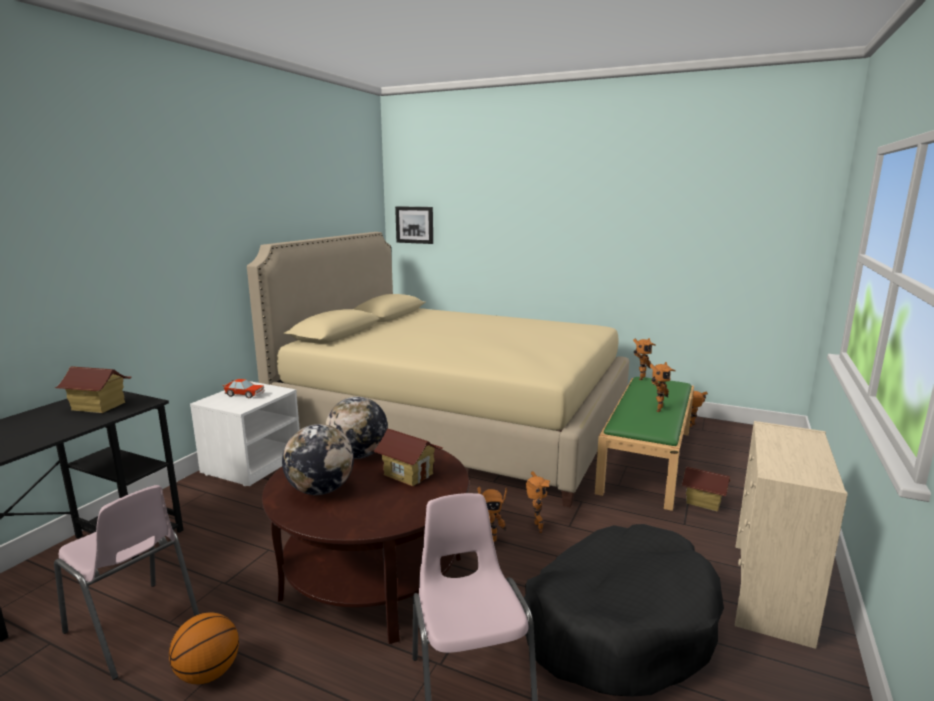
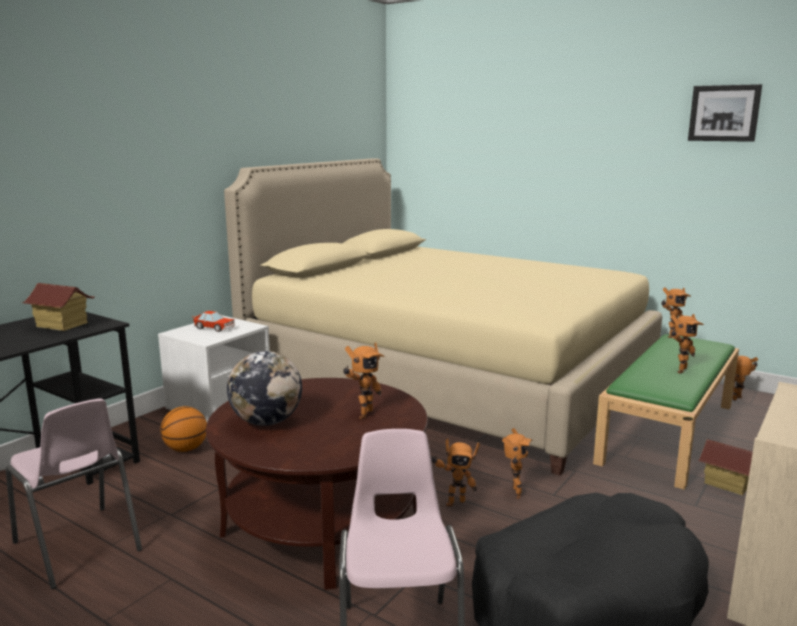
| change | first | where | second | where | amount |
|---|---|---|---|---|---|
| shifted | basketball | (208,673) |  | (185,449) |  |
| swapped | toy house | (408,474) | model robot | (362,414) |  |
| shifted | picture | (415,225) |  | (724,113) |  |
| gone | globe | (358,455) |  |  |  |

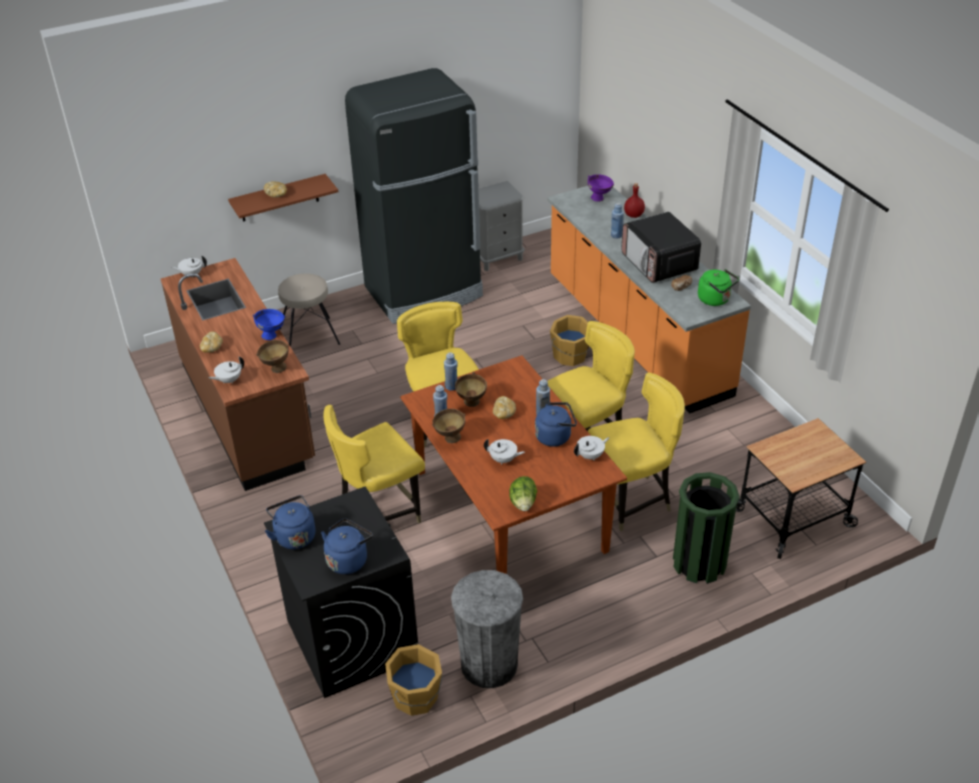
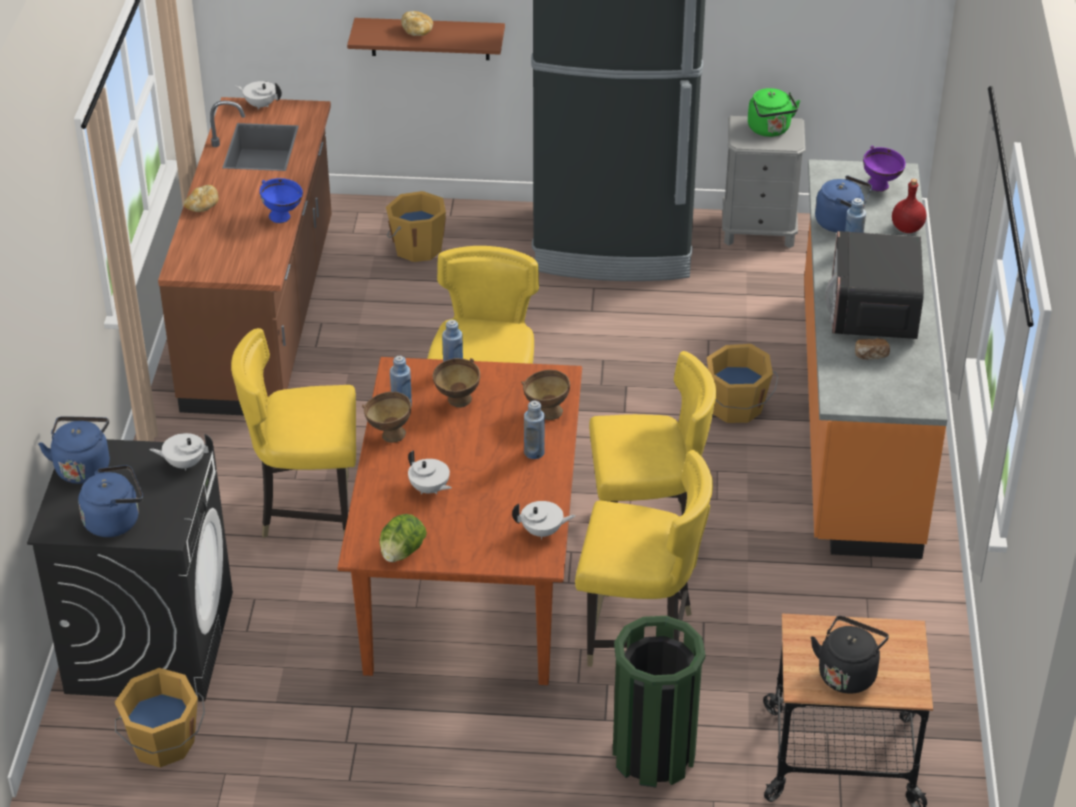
| change | first | where | second | where | amount |
|---|---|---|---|---|---|
| shifted | tea pot in white | (229,380) |  | (184,463) |  |
| swapped | stool seat in beige-coloured | (309,336) | pail in orange | (417,247) |  |
| shifted | deep dish in brownish | (275,369) |  | (545,412) |  |
| shifted | kettle in greenish | (715,300) |  | (770,130) |  |
| new |  |  | kettle in black | (847,673) |  |
| shifted | kettle in blue-coloured | (555,436) |  | (841,223) |  |
| gone | rubbish bin in grey | (489,664) |  |  |  |
| gone | baked bread | (504,413) |  |  |  |

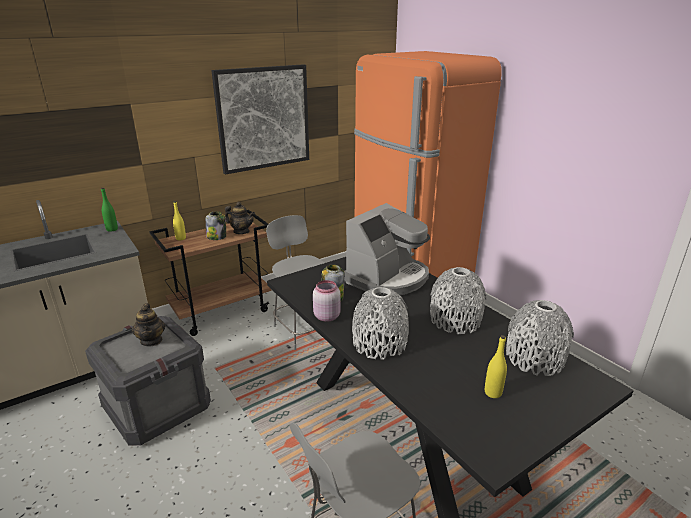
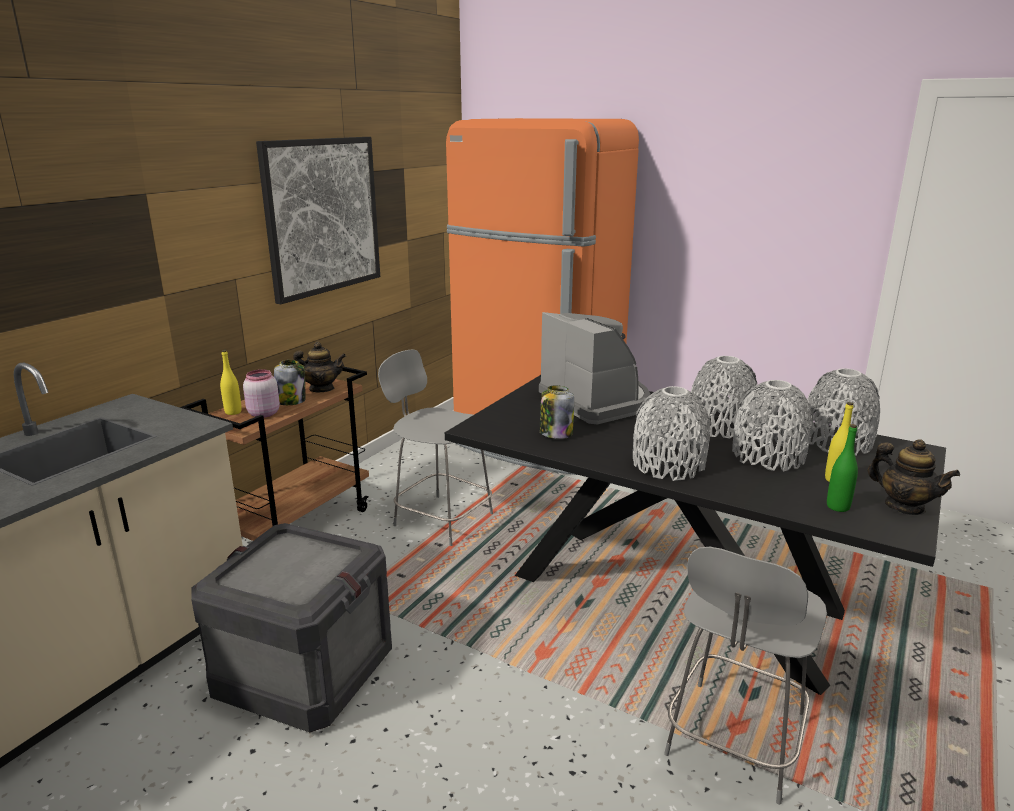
| change | first | where | second | where | amount |
|---|---|---|---|---|---|
| shifted | jar in pink | (326,316) |  | (263,413) |  |
| rotated | coffee brewer | (388,278) |  | (596,401) | 45 degrees counterclockwise |
| new |  |  | decorative vase in grey | (768,456) |  |
| shifted | bottle in greenish | (112,229) |  | (838,507) |  |
| shifted | tea pot | (151,340) |  | (904,507) |  |

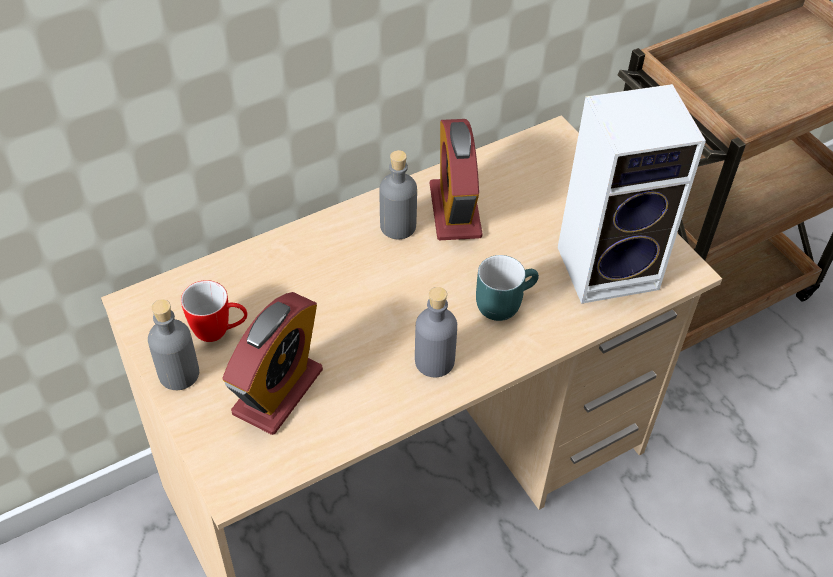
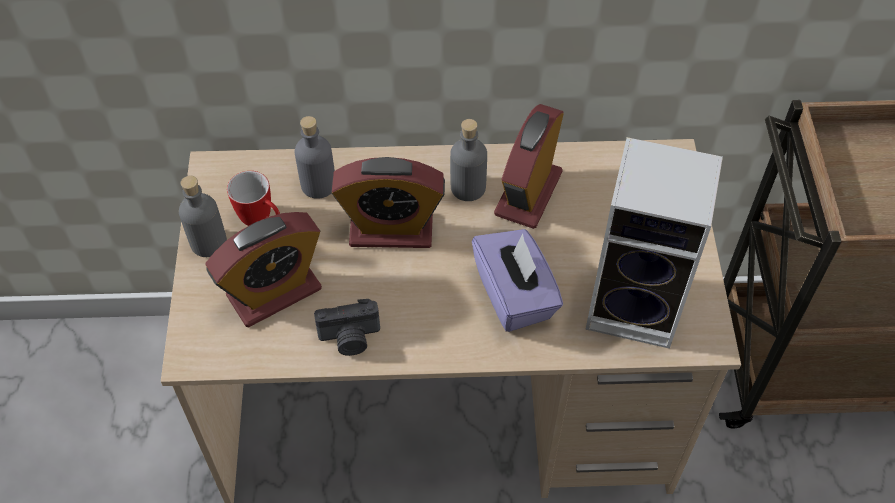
| change | first | where | second | where | amount |
|---|---|---|---|---|---|
| shifted | bottle in grey | (434,361) |  | (318,184) |  |
| new |  |  | still camera | (350,338) |  |
| new |  |  | table clock | (391,230) |  |
| swapped | coffee mug in turquoise | (502,300) | box of tissues in purple | (515,295) |  |

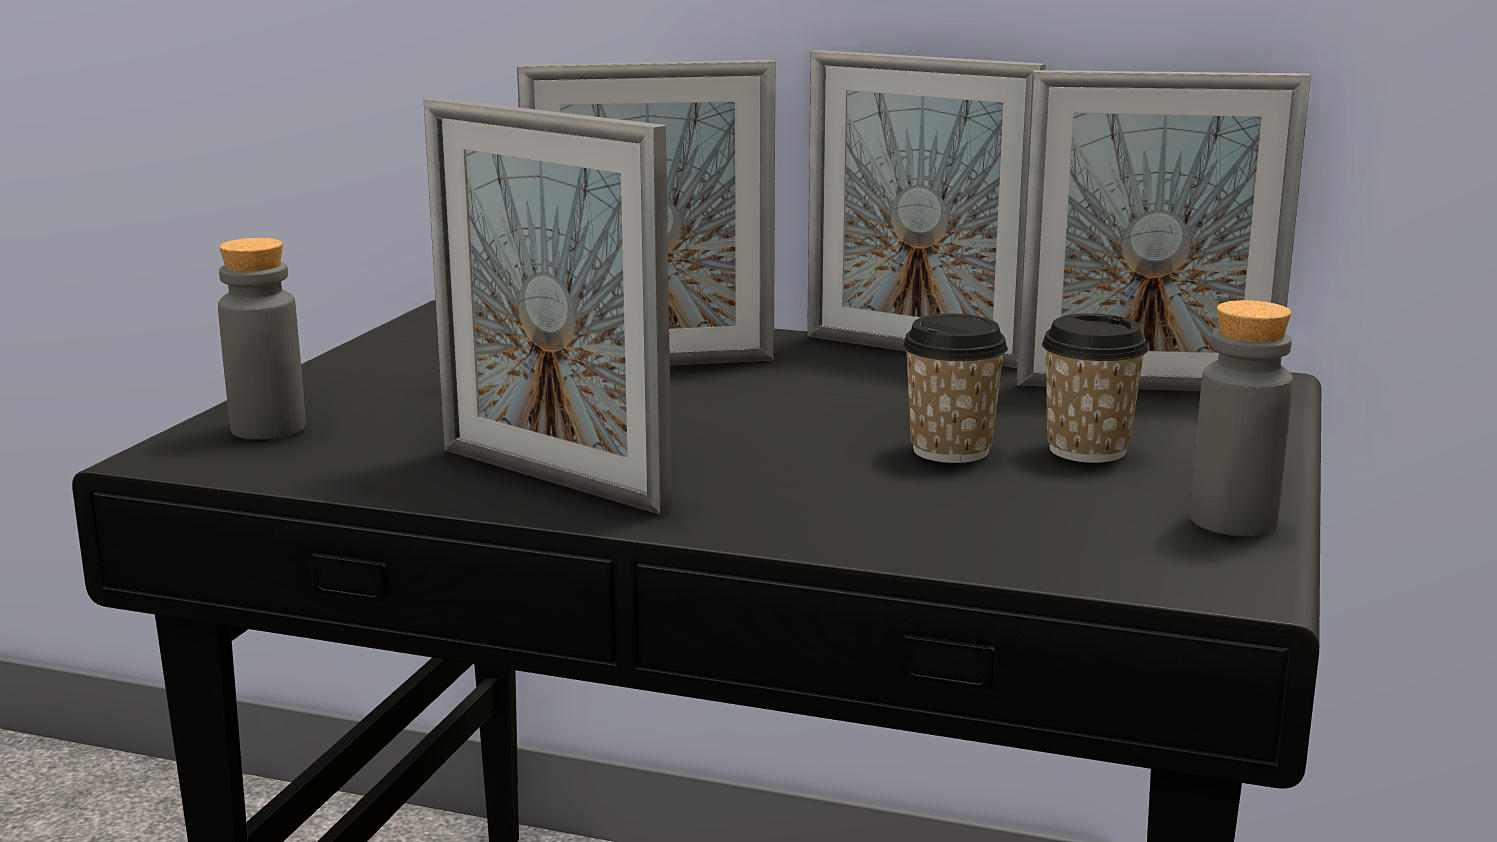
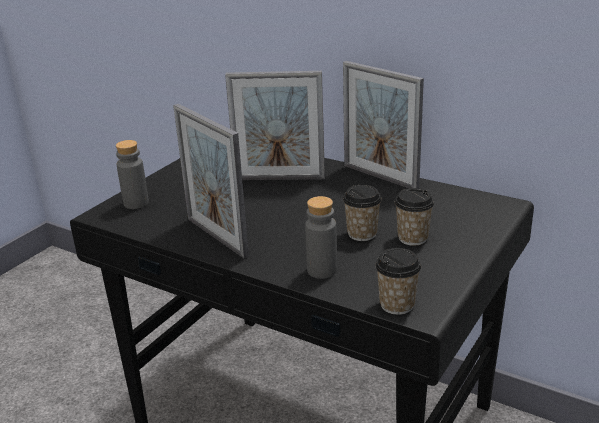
| change | first | where | second | where | amount |
|---|---|---|---|---|---|
| shifted | bottle in grey | (1233,521) |  | (322,270) |  |
| new |  |  | drinking cup | (397,305) |  |
| gone | photo frame | (1145,388) |  |  |  |

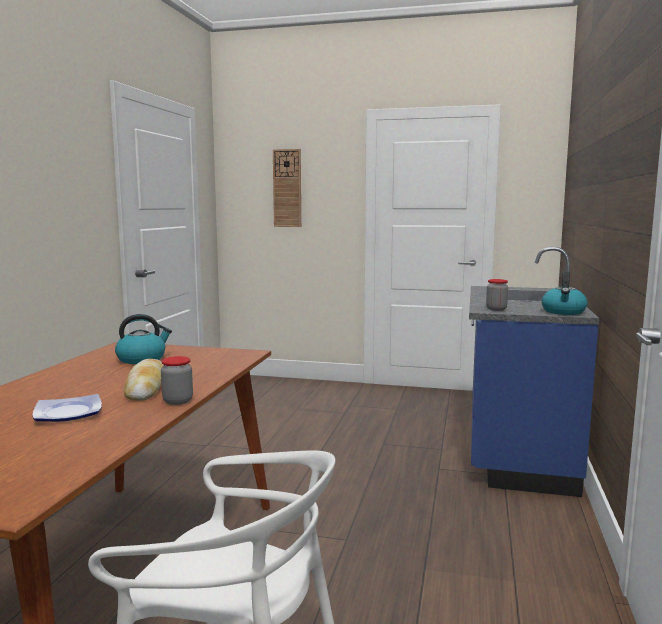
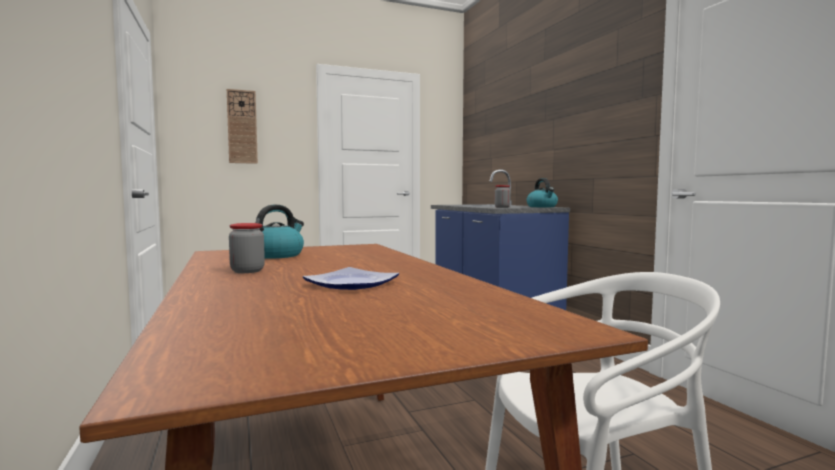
| change | first | where | second | where | amount |
|---|---|---|---|---|---|
| shifted | jar | (178,401) |  | (247,271) |  |
| gone | baked bread | (146,388) |  |  |  |

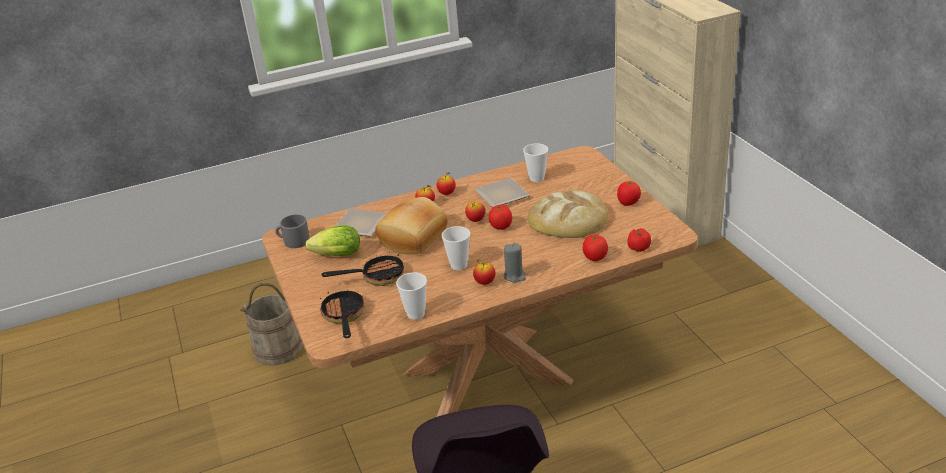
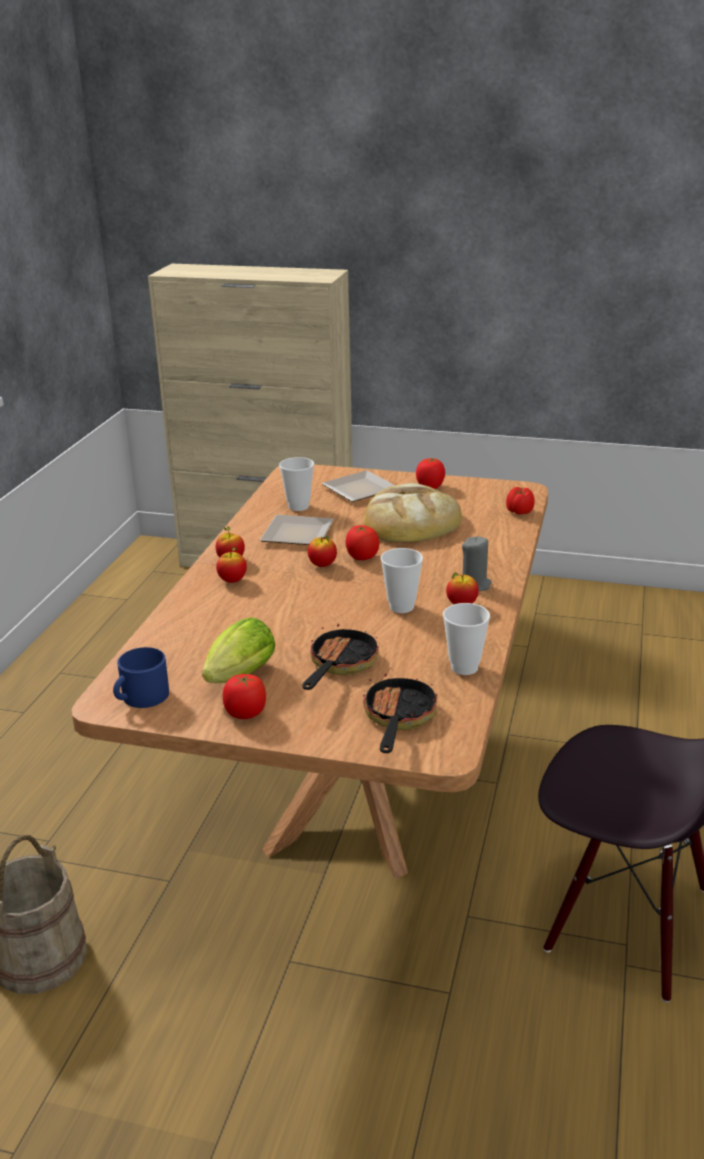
| change | first | where | second | where | amount |
|---|---|---|---|---|---|
| repainted | coffee mug in grey | (293,241) | coffee mug in blue-coloured | (140,697) |  |
| shifted | fresh tomato | (594,258) |  | (245,714) |  |
| shifted | plate | (358,226) |  | (359,491) |  |
| rotated | frying pan | (344,317) |  | (398,719) | 75 degrees clockwise |
| gone | baked bread | (414,238) |  |  |  |

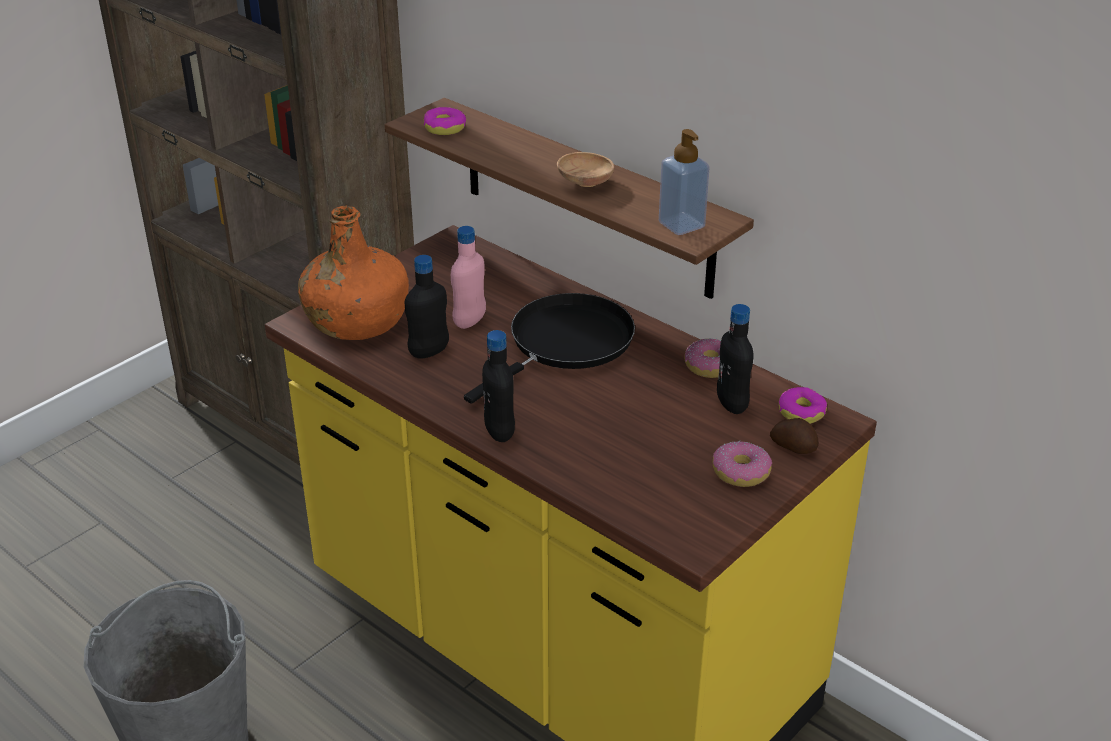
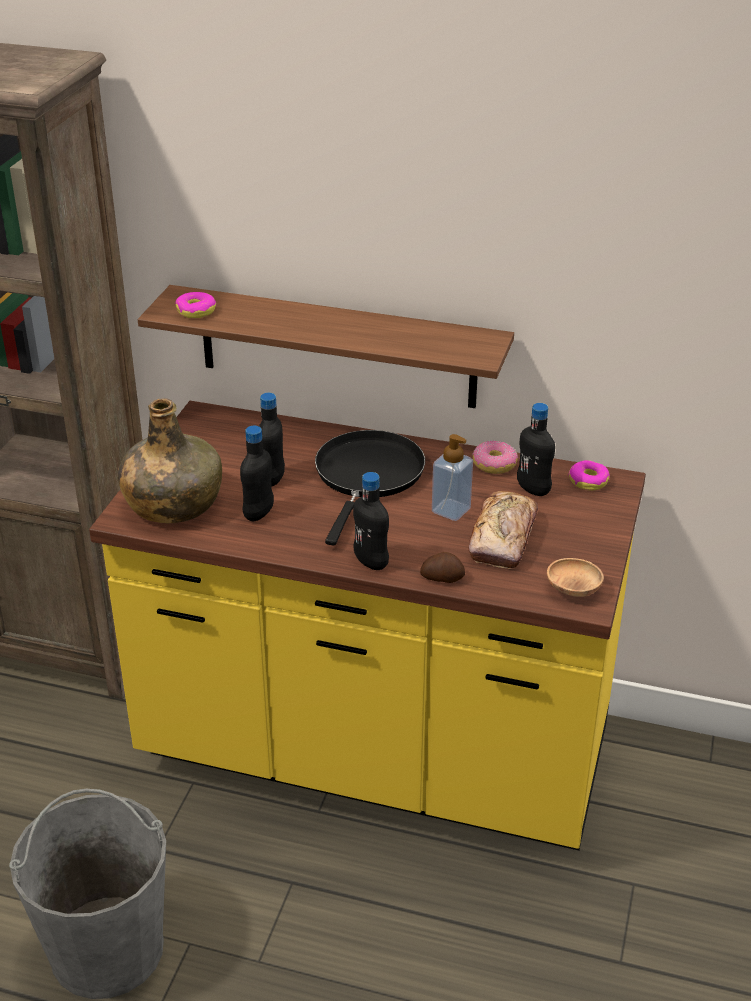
| change | first | where | second | where | amount |
|---|---|---|---|---|---|
| repainted | bottle in orange | (357,321) | bottle in greenish | (173,504) |  |
| repainted | bottle in pink | (470,321) | bottle in black | (272,478) |  |
| shifted | whole potato | (793,446) |  | (442,577) |  |
| shifted | liquid soap bottle | (681,225) |  | (451,510) |  |
| new |  |  | baked bread | (503,538) |  |
| shifted | deep dish in brownish | (585,182) |  | (573,589) |  |
| gone | ring doughnut | (741,472) |  |  |  |

